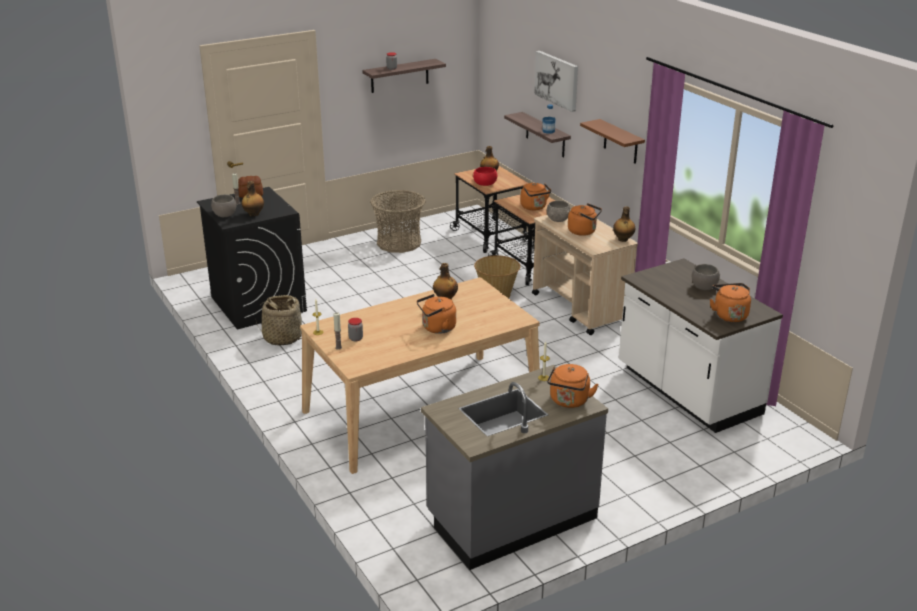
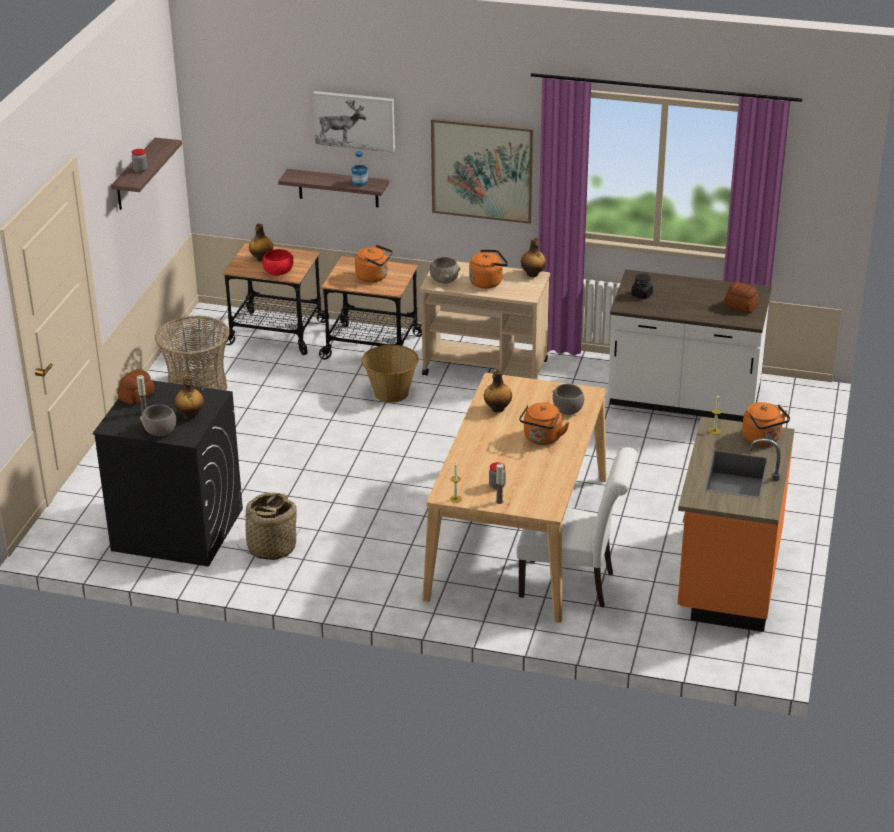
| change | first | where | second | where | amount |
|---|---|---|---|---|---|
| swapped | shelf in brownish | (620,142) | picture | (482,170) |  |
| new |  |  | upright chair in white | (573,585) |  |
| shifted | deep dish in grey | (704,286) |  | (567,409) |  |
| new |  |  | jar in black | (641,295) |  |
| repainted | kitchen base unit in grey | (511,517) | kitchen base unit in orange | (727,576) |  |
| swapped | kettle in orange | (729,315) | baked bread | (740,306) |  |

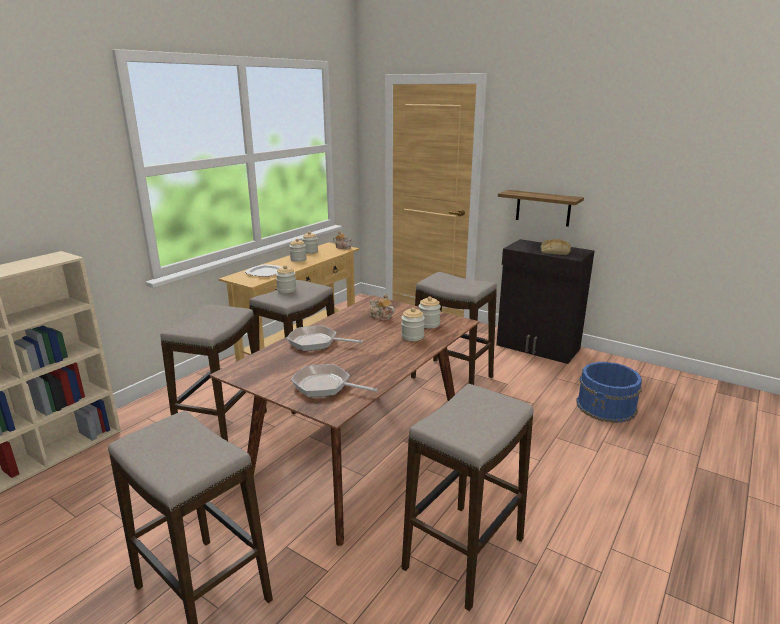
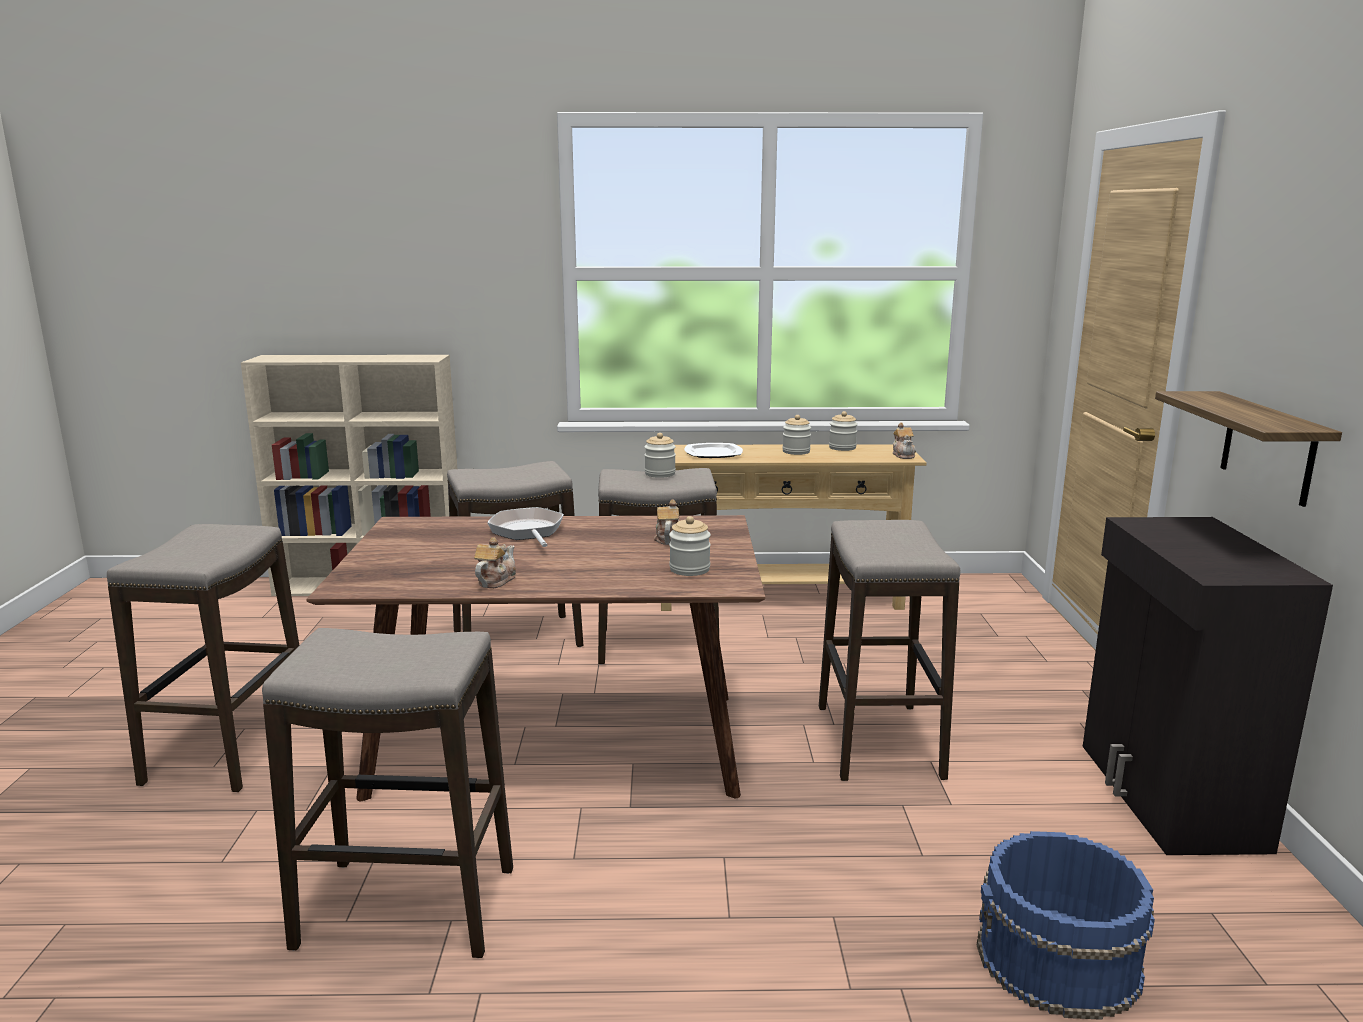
| change | first | where | second | where | amount |
|---|---|---|---|---|---|
| new |  |  | tea pot | (495,581) |  |
| gone | frying pan | (325,386) |  |  |  |
| gone | jar | (412,336) |  |  |  |
| gone | baked bread | (554,251) |  |  |  |

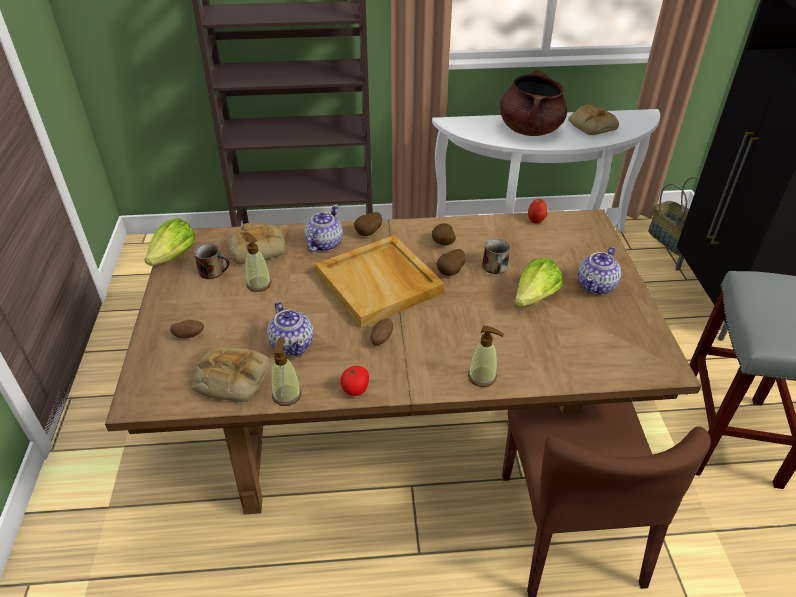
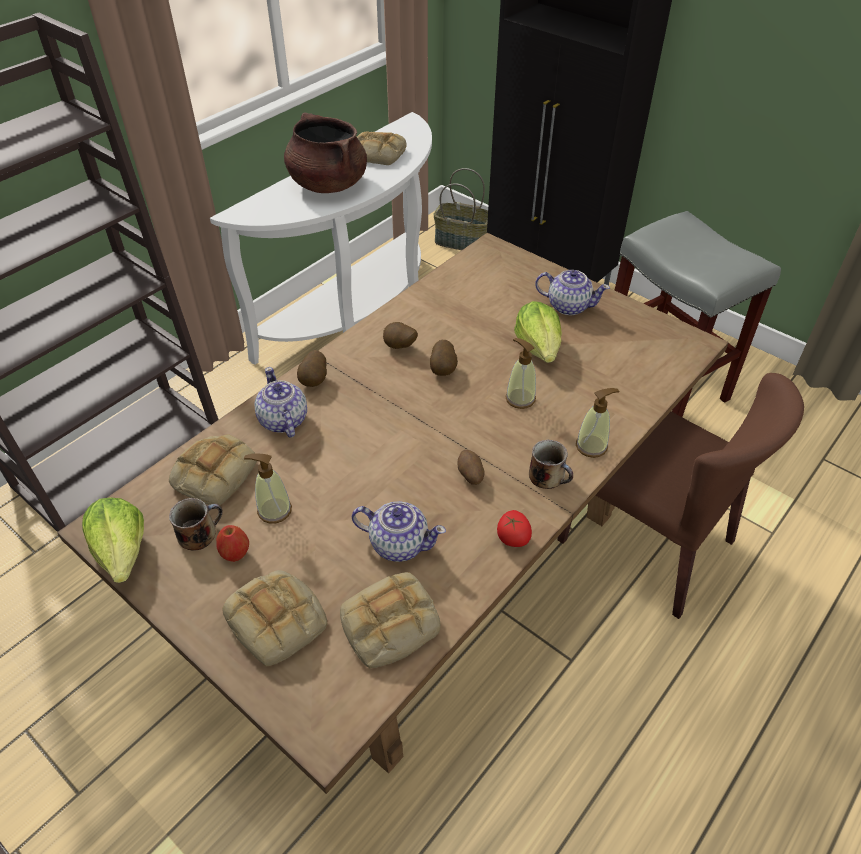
| change | first | where | second | where | amount |
|---|---|---|---|---|---|
| shifted | apple | (536,220) |  | (235,553) |  |
| swapped | whole potato | (189,336) | baked bread | (278,621) |  |
| shifted | liquid soap bottle | (287,395) |  | (520,398) |  |
| shifted | coffee mug | (495,267) |  | (548,476) |  |
| rotated | tea pot | (597,285) |  | (568,306) | 60 degrees counterclockwise |
| gone | serving tray in beige-coloured | (380,283) |  |  |  |

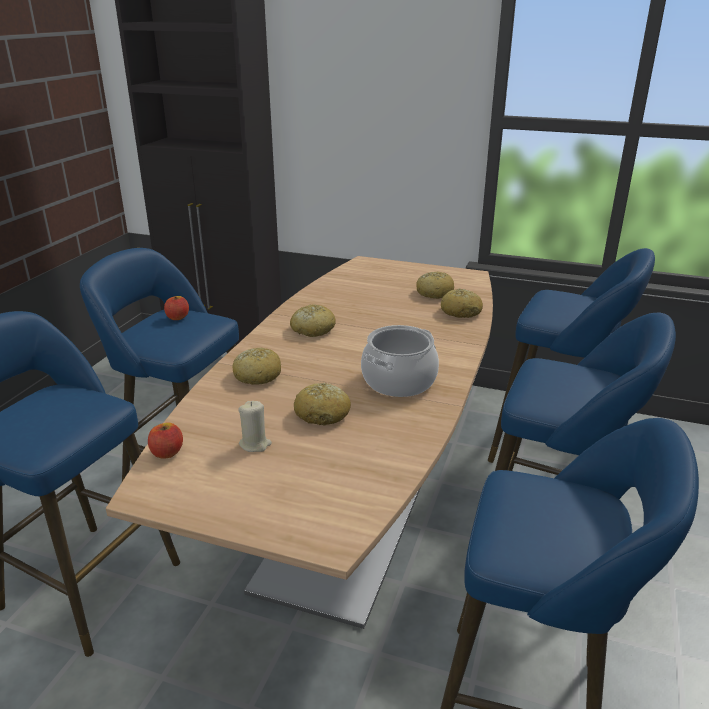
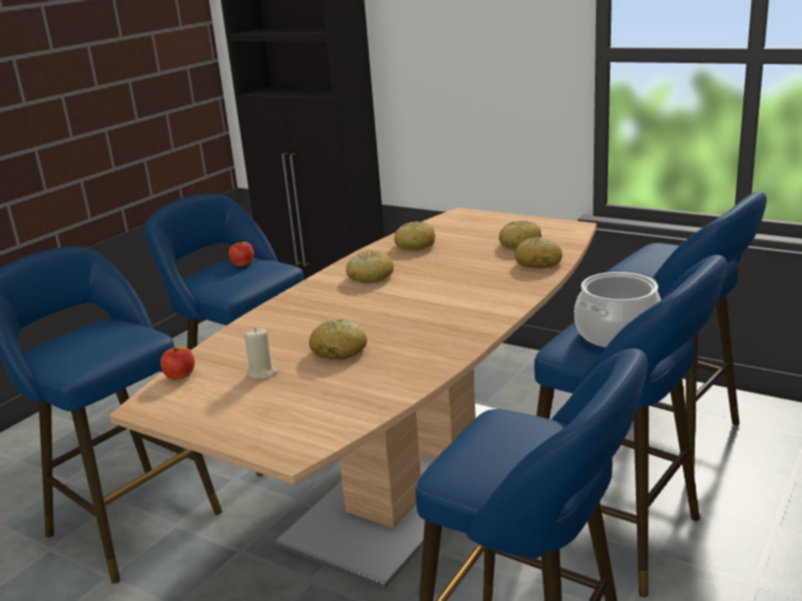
| change | first | where | second | where | amount |
|---|---|---|---|---|---|
| shifted | baked bread | (257,375) |  | (415,245) |  |
| shifted | cooking pot | (399,381) |  | (617,334) |  |

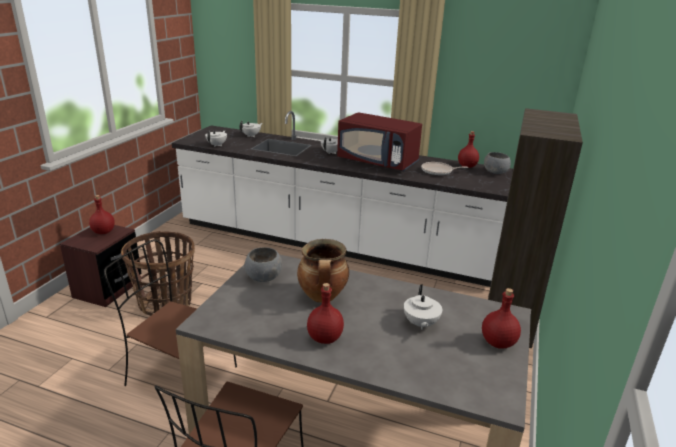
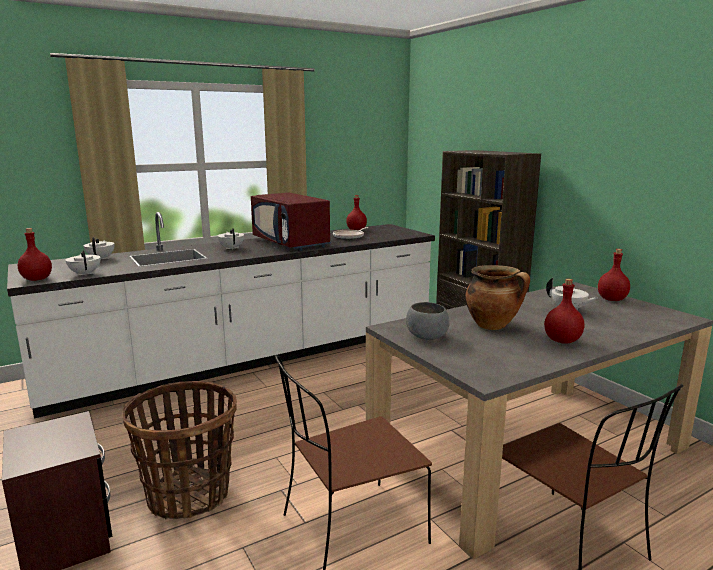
| change | first | where | second | where | amount |
|---|---|---|---|---|---|
| shifted | bottle in red | (104,232) |  | (37,279) |  |
| rotated | kitchen microwave in red | (378,162) |  | (291,243) | 75 degrees clockwise |
| gone | deep dish in grey | (496,172) |  |  |  |

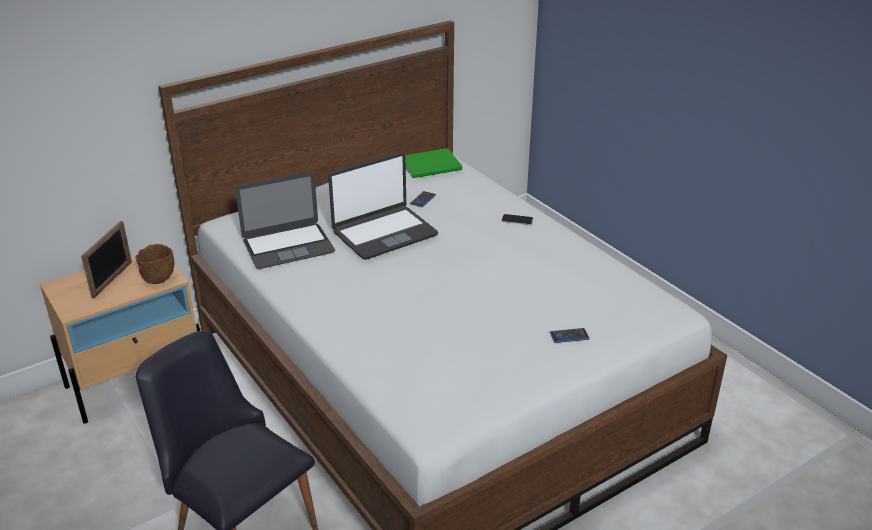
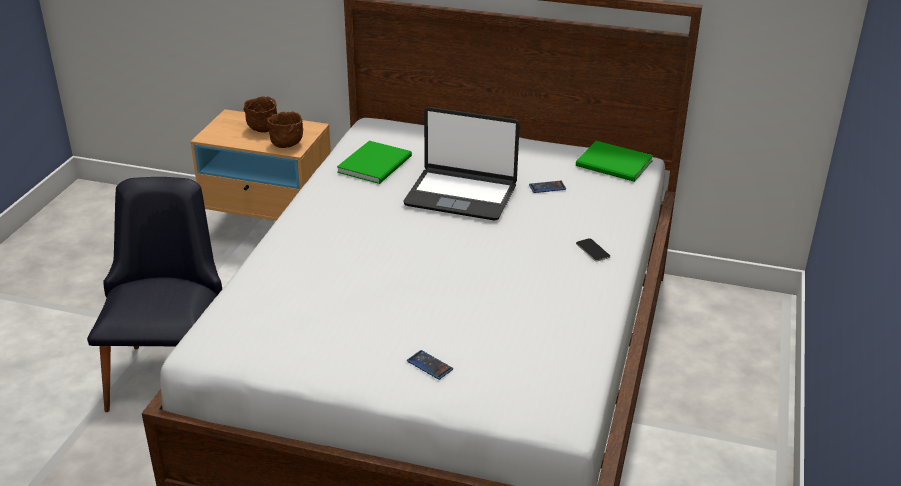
| change | first | where | second | where | amount |
|---|---|---|---|---|---|
| swapped | photo frame | (112,279) | deep dish in brownish | (263,129) |  |
| swapped | laptop | (288,246) | book in greenish | (377,164) |  |

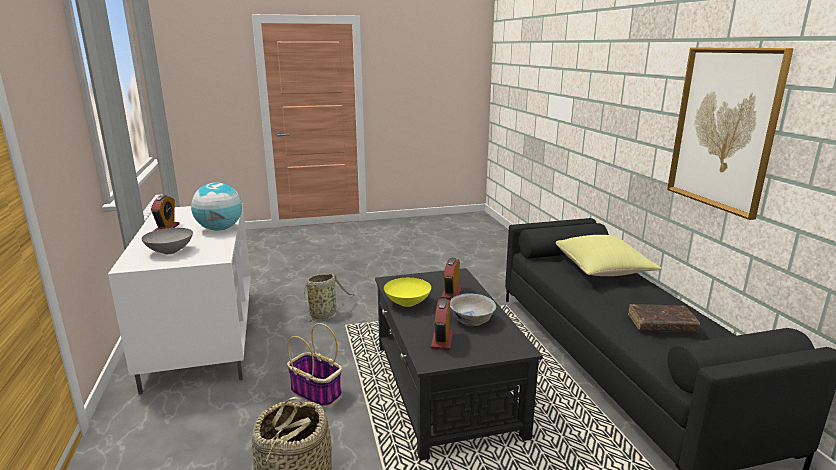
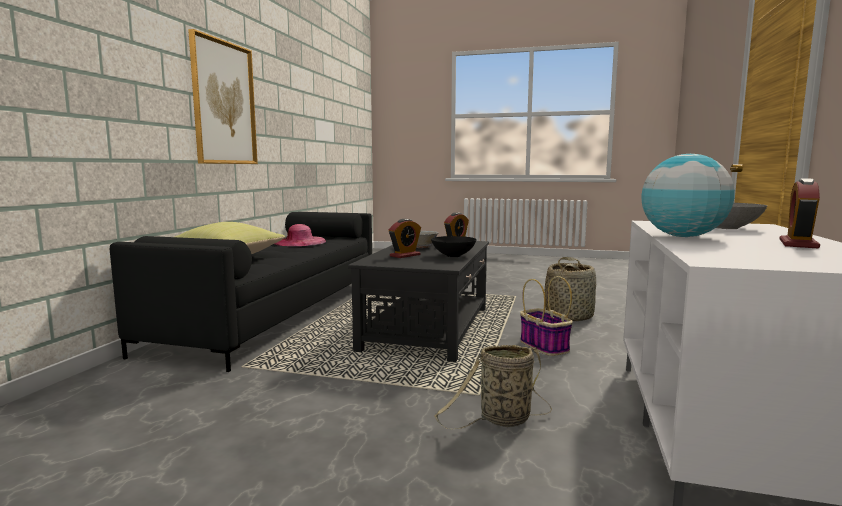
| change | first | where | second | where | amount |
|---|---|---|---|---|---|
| swapped | book in brownish | (661,324) | clothing hat in pink | (300,242) |  |
| repainted | deep dish in yellow-coloured | (407,303) | deep dish in black | (453,256) |  |

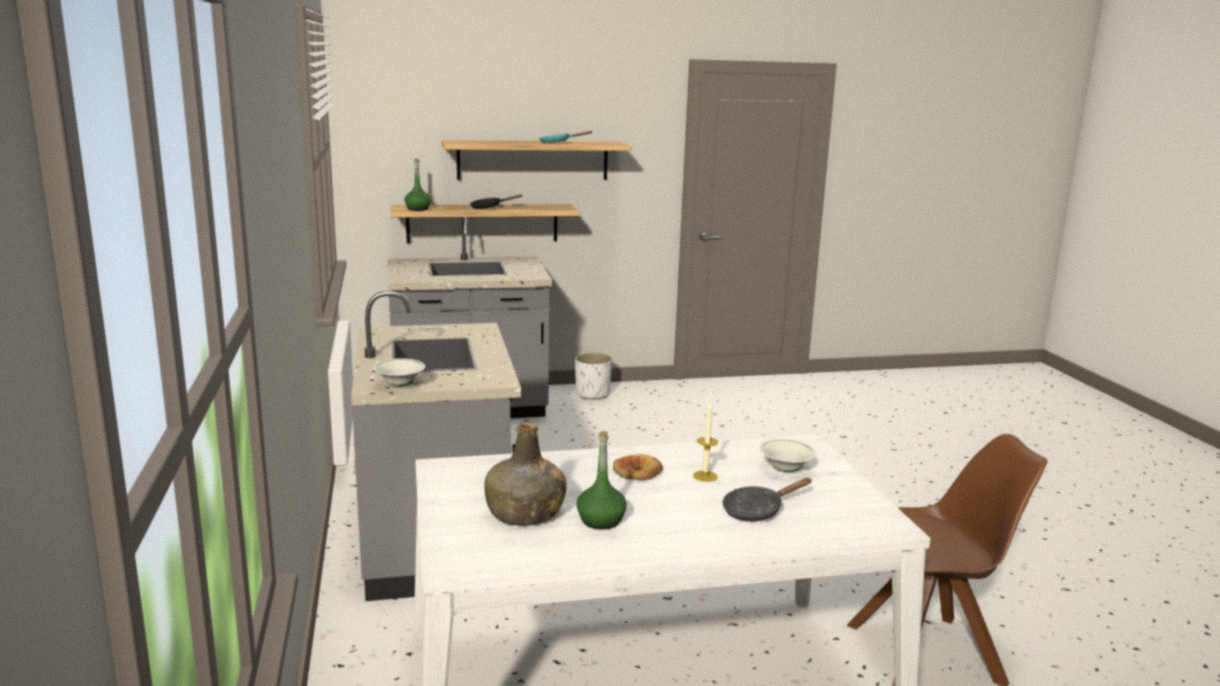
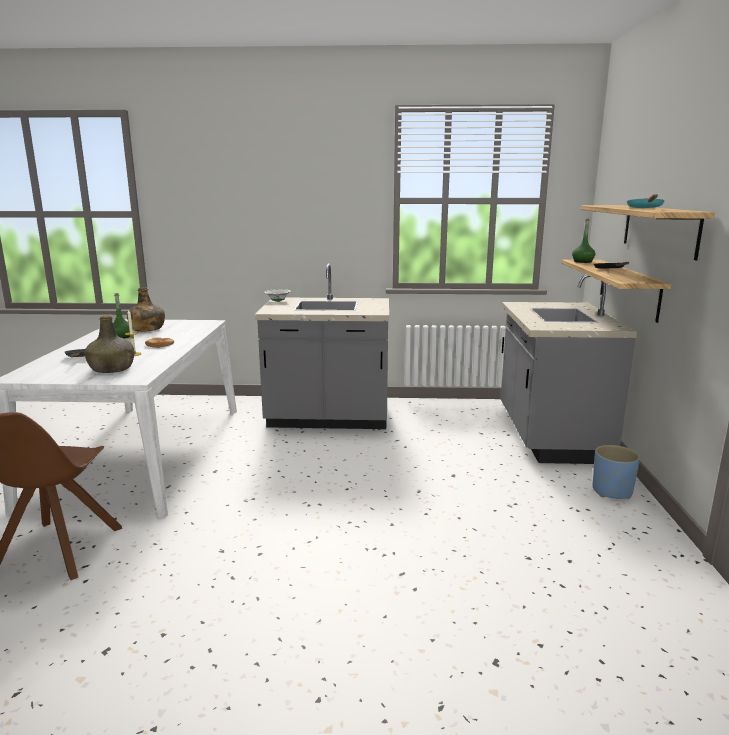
| change | first | where | second | where | amount |
|---|---|---|---|---|---|
| swapped | deep dish in white | (785,470) | bottle in greenish | (112,369) |  |
| repainted | flower pot in white | (592,394) | flower pot in blue-coloured | (612,491) |  |

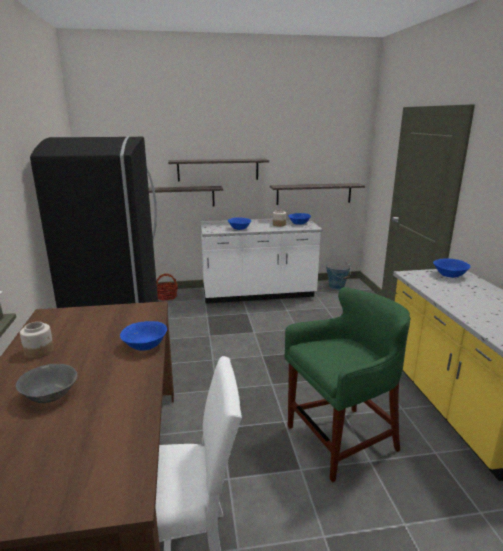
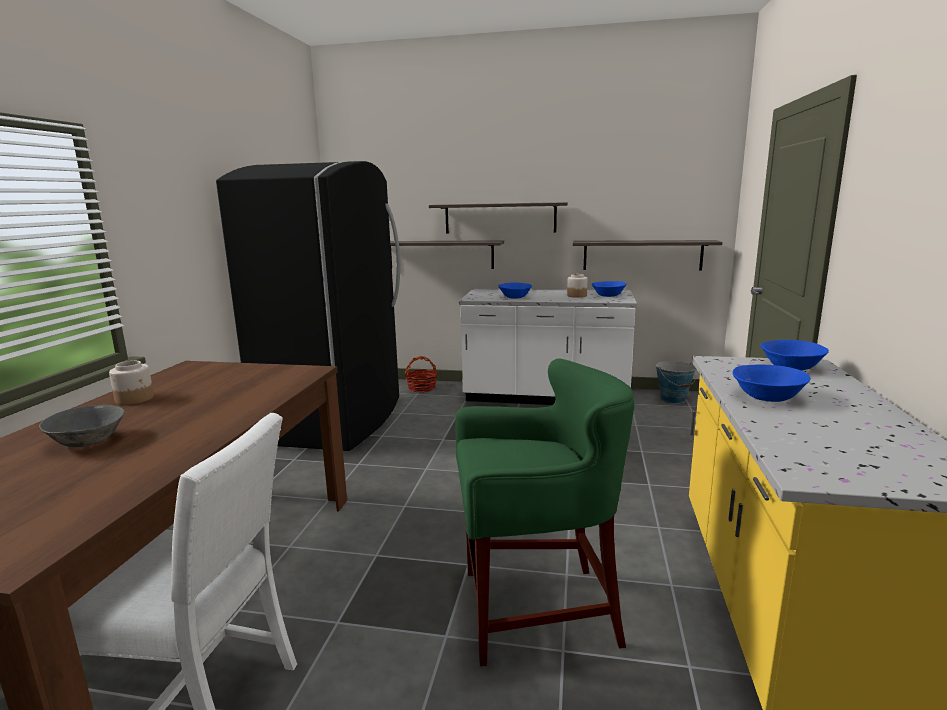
| change | first | where | second | where | amount |
|---|---|---|---|---|---|
| shifted | deep dish in blue-coloured | (145,345) |  | (768,397) |  |

